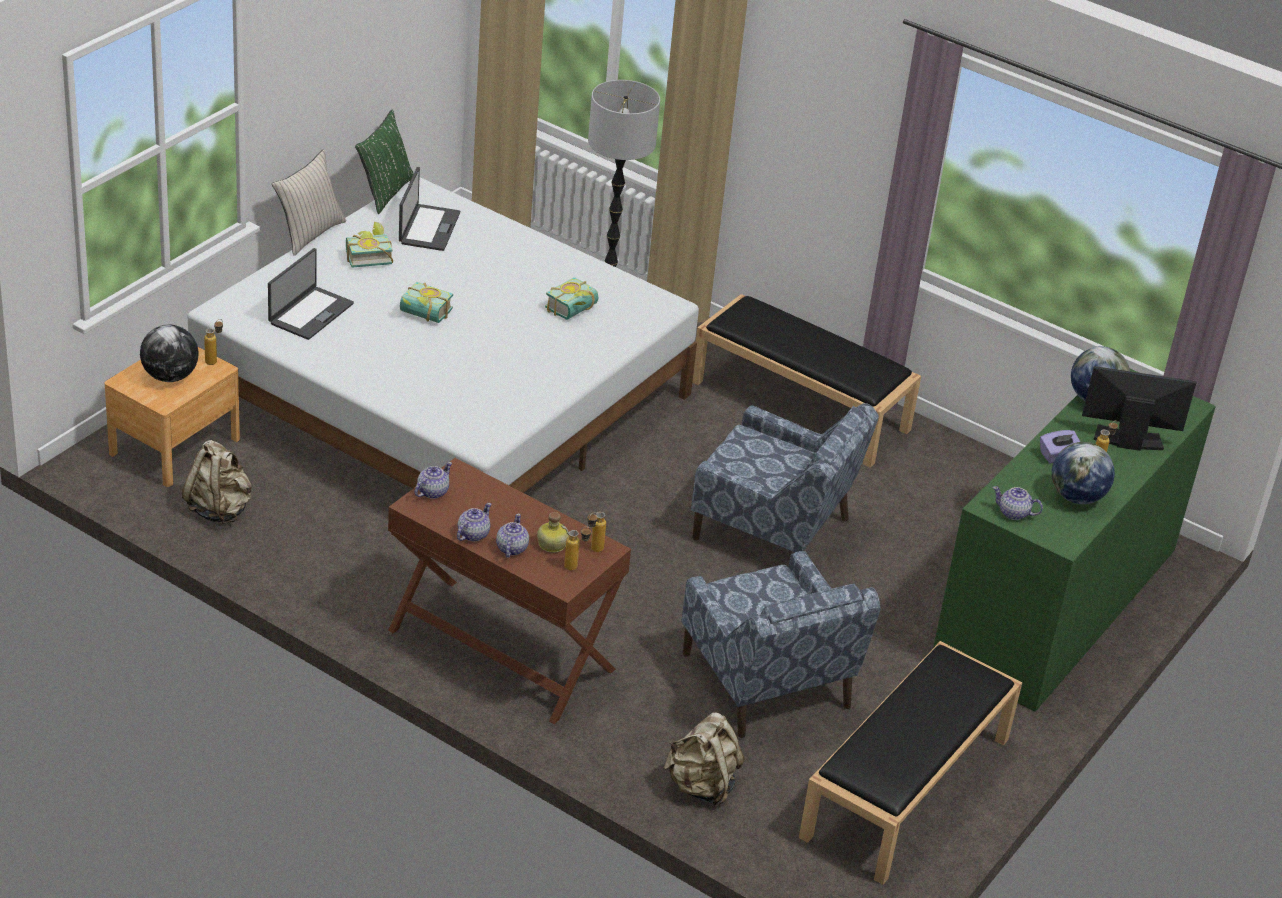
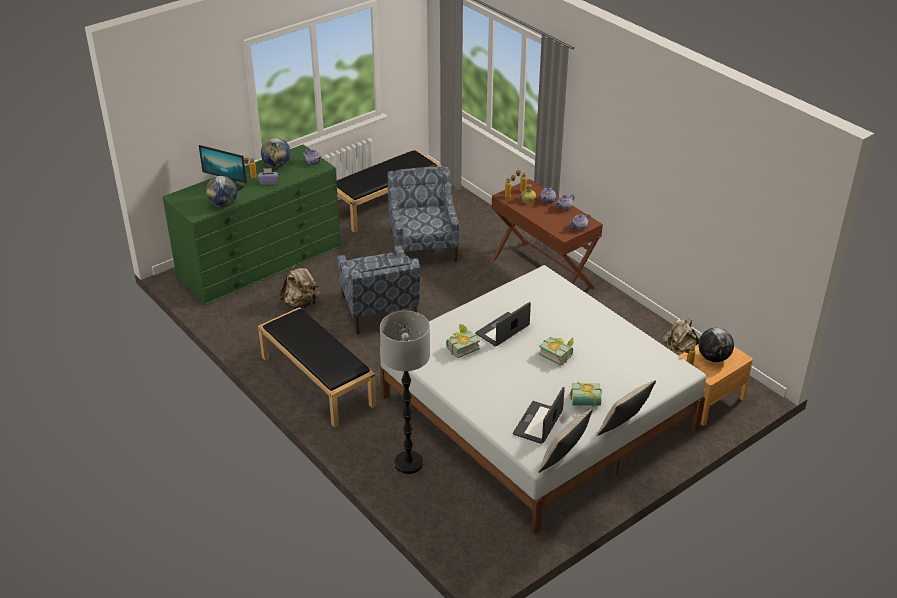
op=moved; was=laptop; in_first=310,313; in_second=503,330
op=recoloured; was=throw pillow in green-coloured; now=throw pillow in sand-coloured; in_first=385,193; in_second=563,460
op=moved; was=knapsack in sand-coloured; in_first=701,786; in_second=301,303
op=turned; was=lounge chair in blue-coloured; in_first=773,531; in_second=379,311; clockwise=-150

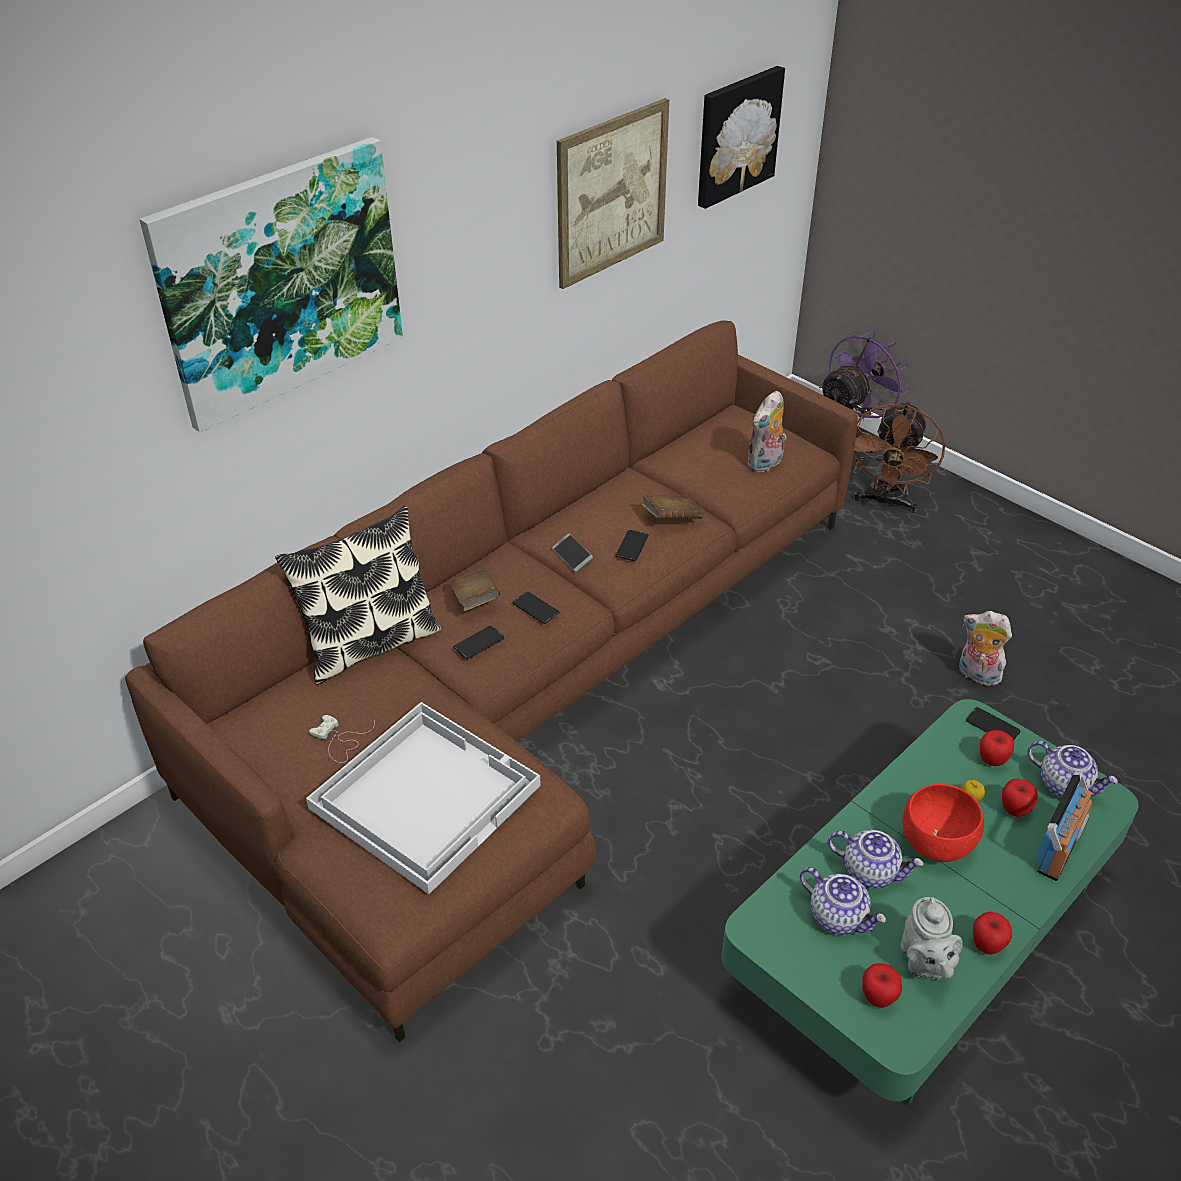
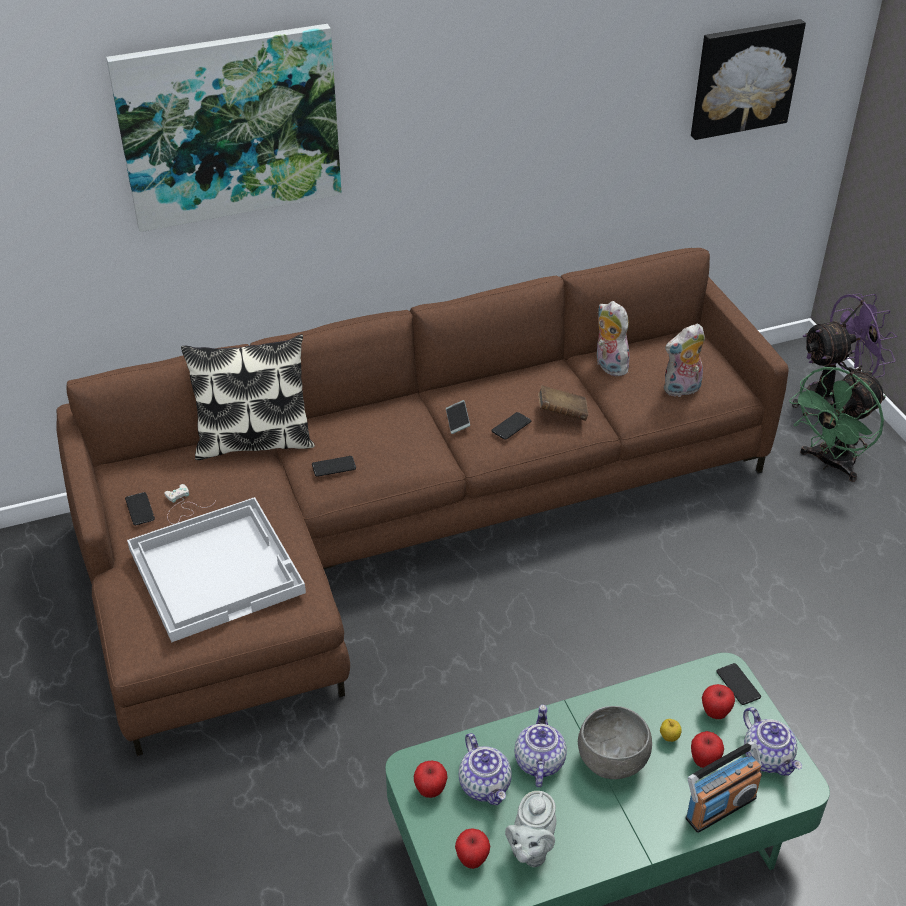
op=removed; was=volume in brown-coloured; in_first=475,601
op=moved; was=telephone; in_first=535,608; in_second=140,509
op=removed; was=wall picture; in_first=611,193
op=turned; was=teapot; in_first=870,871; in_second=538,761; clockwise=-135
op=recoloured; was=electric fan in brown-coloured; now=electric fan in green-coloured; in_first=886,502; in_second=830,463
op=recoloured; was=bowl in reddish; now=bowl in grey; in_first=935,842; in_second=612,760
op=moved; was=cuddly toy; in_first=976,675; in_second=608,366
op=moved; was=whole apple; in_first=986,945; in_second=430,790

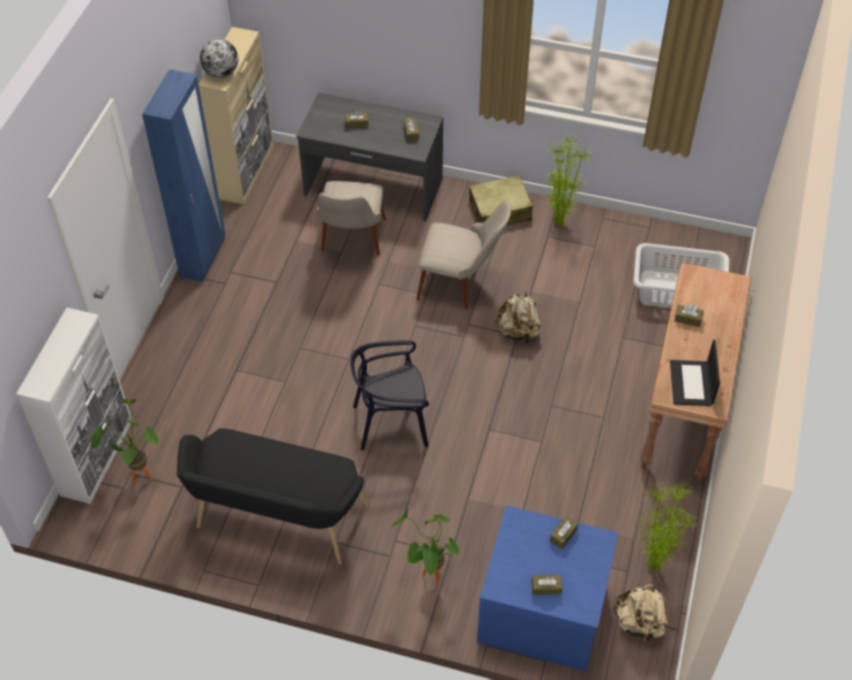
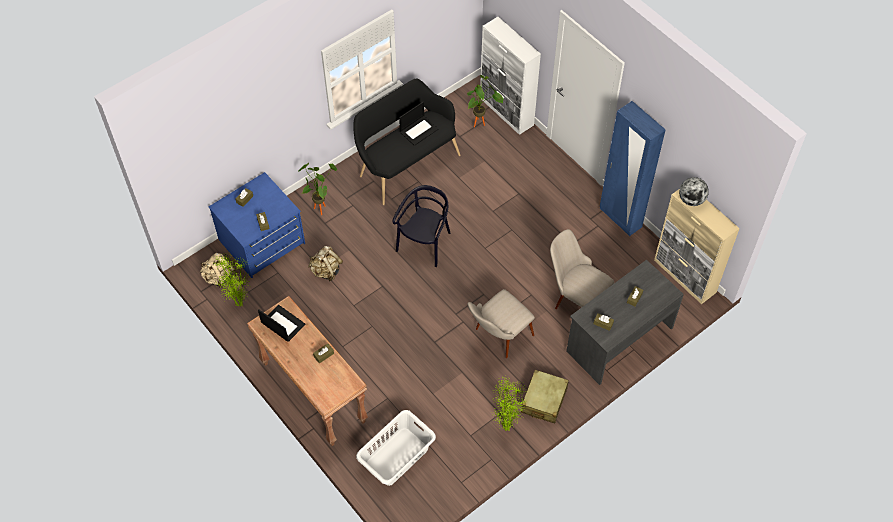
op=moved; was=knapsack in sand-coloured; in_first=518,332; in_second=326,271
op=added; now=laptop; in_second=419,130

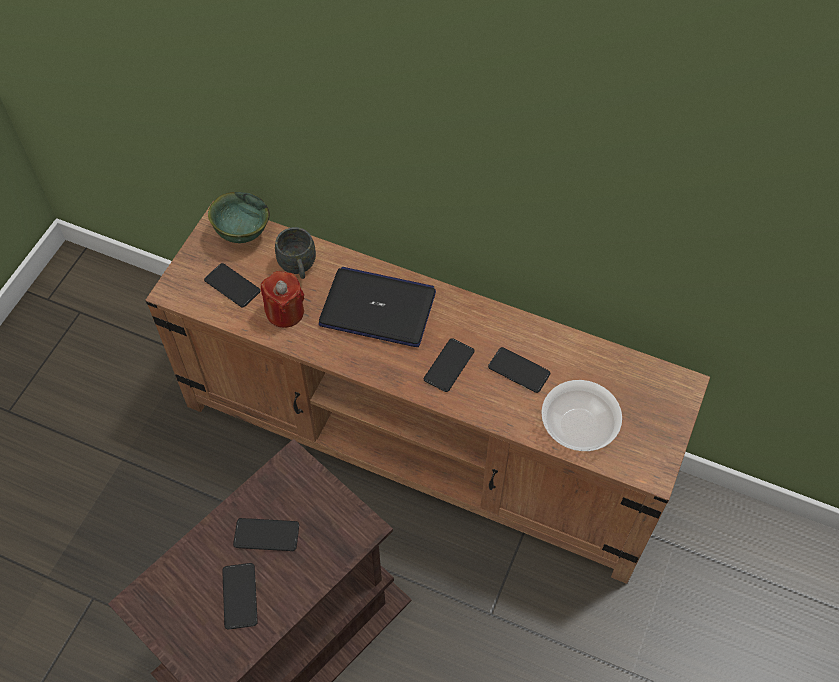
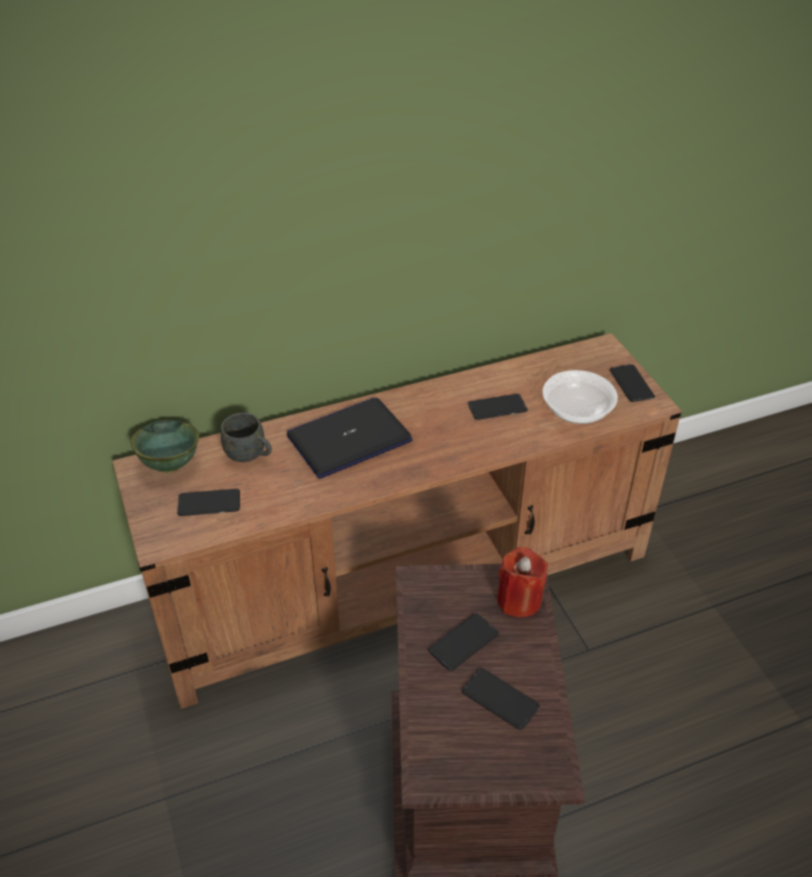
op=moved; was=wax candle in reddish; in_first=285,312; in_second=519,600
op=moved; was=telephone; in_first=449,365; in_second=631,384

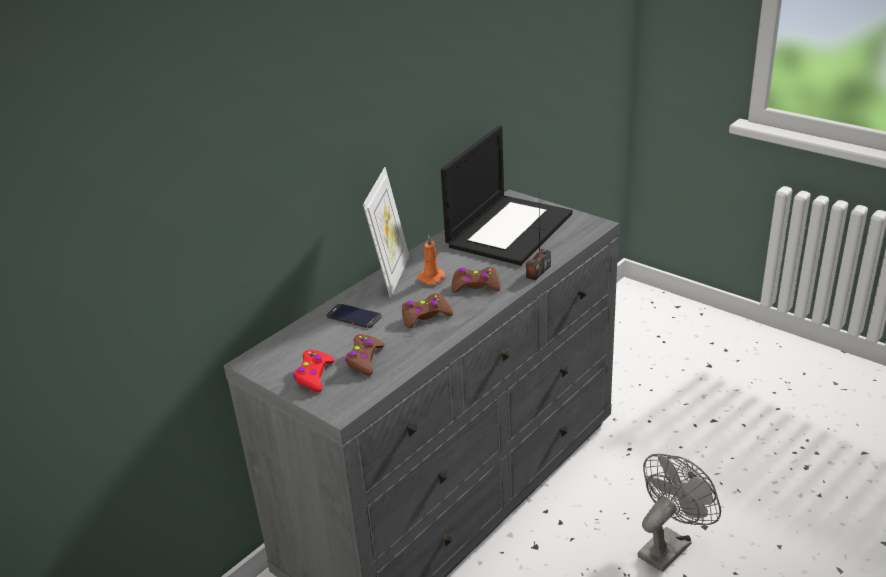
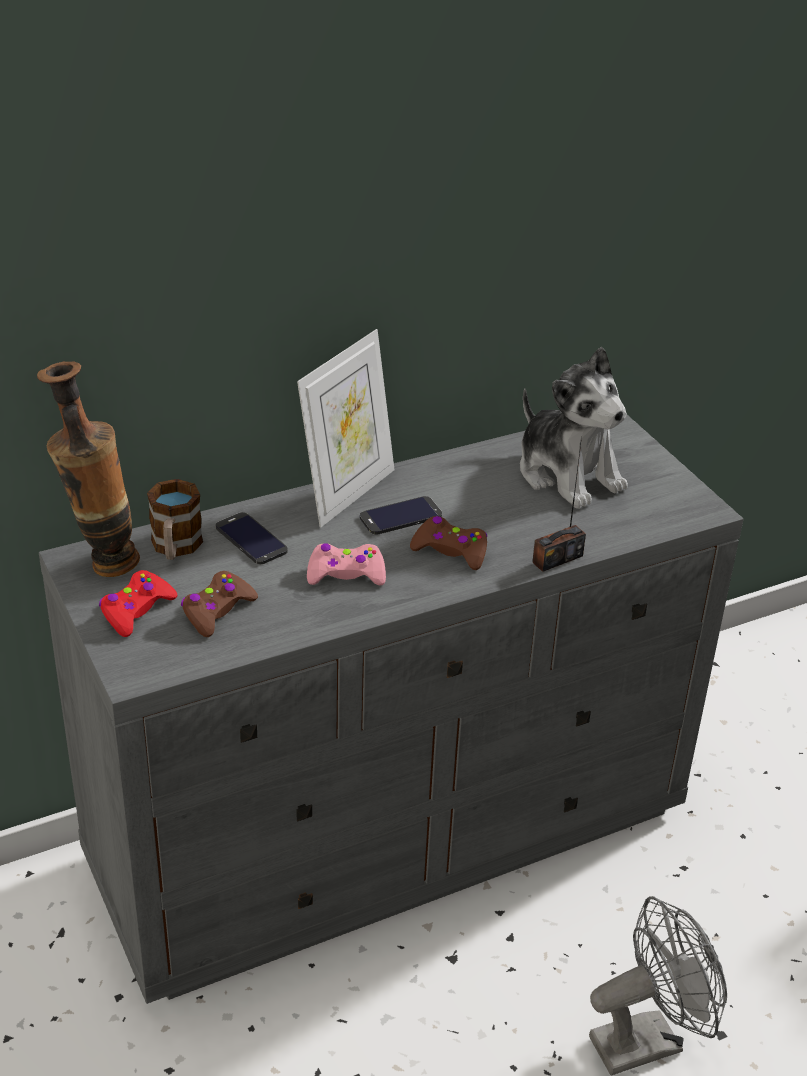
op=recoloured; was=joypad in brown-coloured; now=joypad in pink-coloured; in_first=425,316; in_second=346,573
op=replaced; was=wax candle in orange; now=telephone; in_first=432,278; in_second=400,516
op=replaced; was=laptop; now=cuddly toy; in_first=509,229; in_second=568,474
op=added; now=flower vase; in_second=101,562
op=added; now=tea mug; in_second=175,548

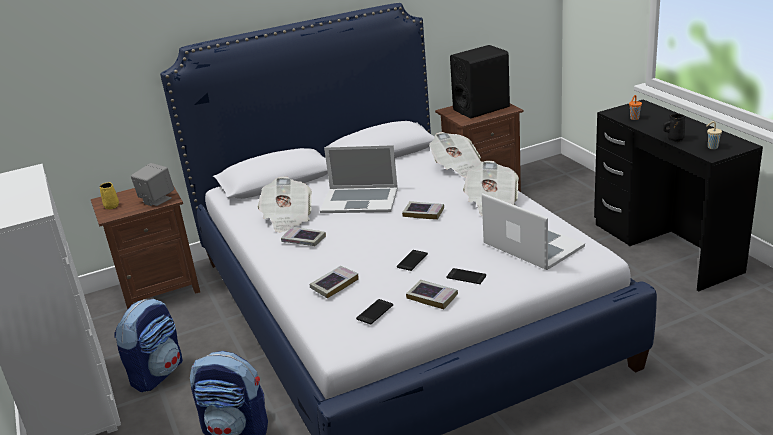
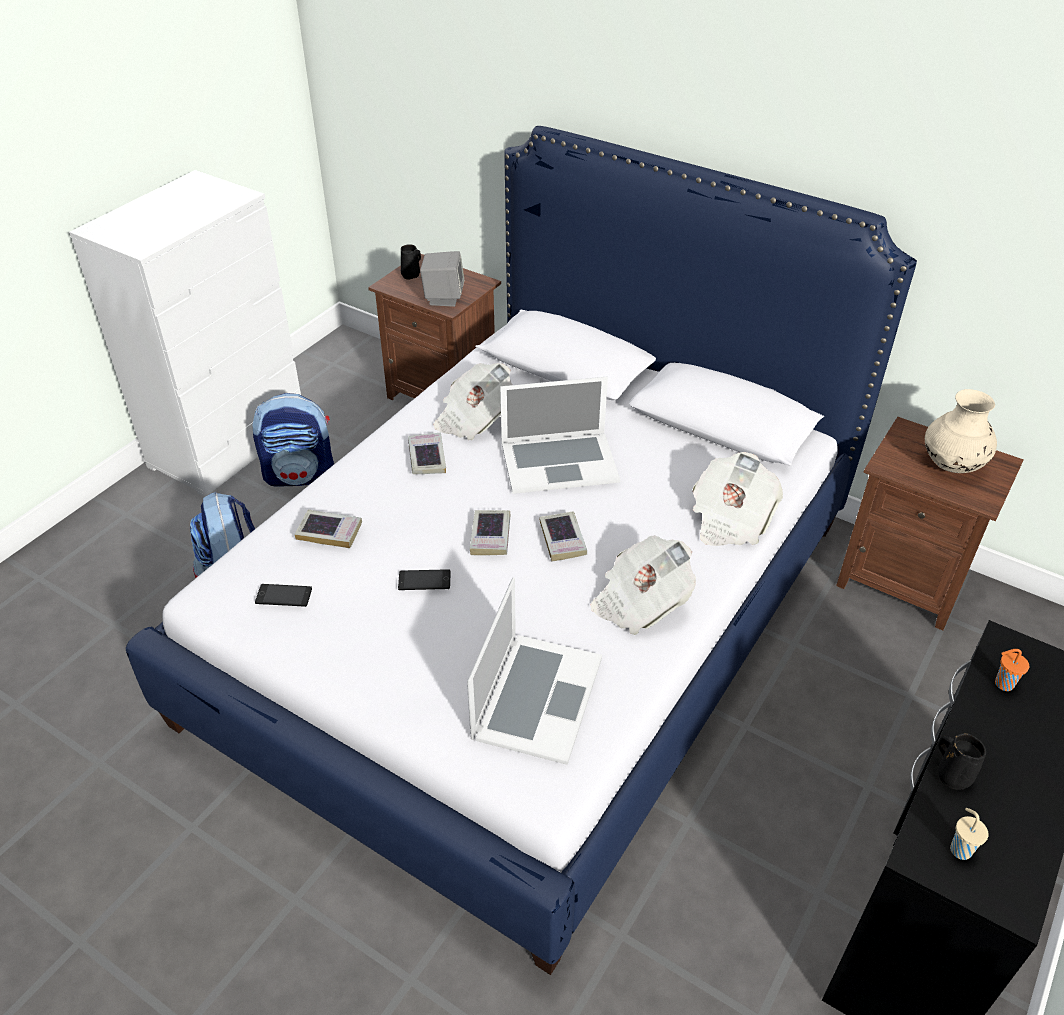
op=recoloured; was=tea mug in yellow-coloured; now=tea mug in black-coloured; in_first=112,206; in_second=411,275
op=turned; was=laptop; in_first=360,200; in_second=559,462; clockwise=-75
op=moved; was=volume; in_first=432,297; in_second=490,536
op=removed; was=telephone; in_first=466,276
op=replaced; was=loudspeaker in black-coloured; now=flower vase in sand-coloured; in_first=481,108; in_second=951,465

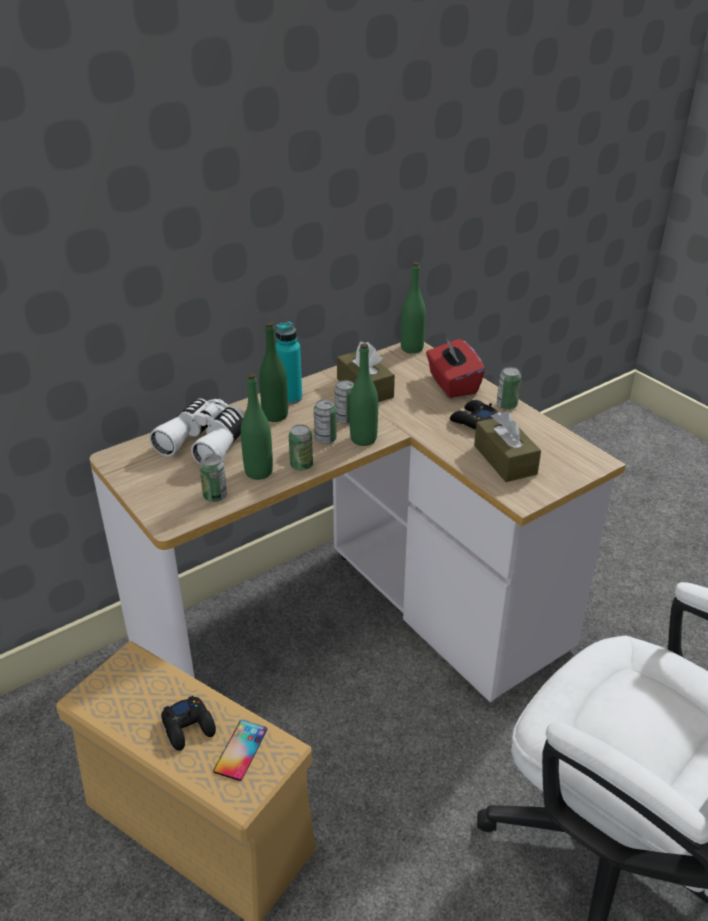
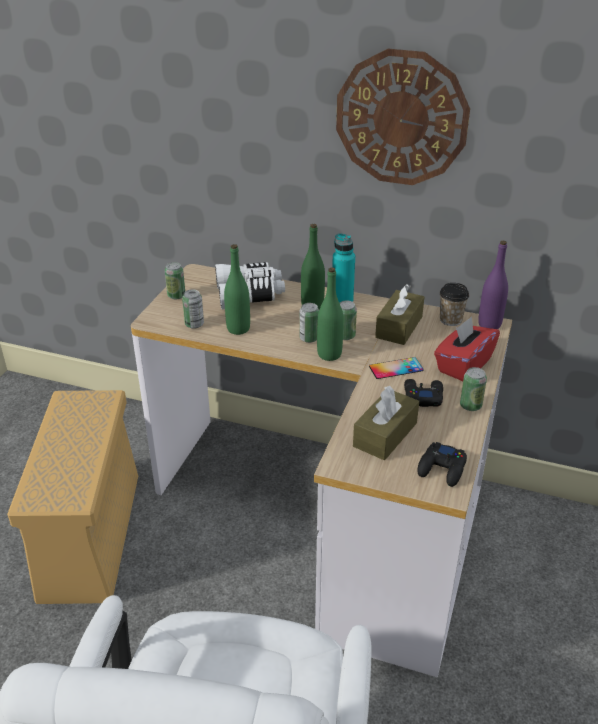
op=moved; was=joypad in black-coloured; in_first=189,727; in_second=442,469
op=moved; was=telephone; in_first=241,750; in_second=396,368
op=moved; was=metal can; in_first=301,465; in_second=176,296
op=recoloured; was=drink bottle in green-coloured; now=drink bottle in purple-coloured; in_first=412,348; in_second=489,325
op=added; now=hanging clock; in_second=401,118
op=added; now=small cup; in_second=450,320

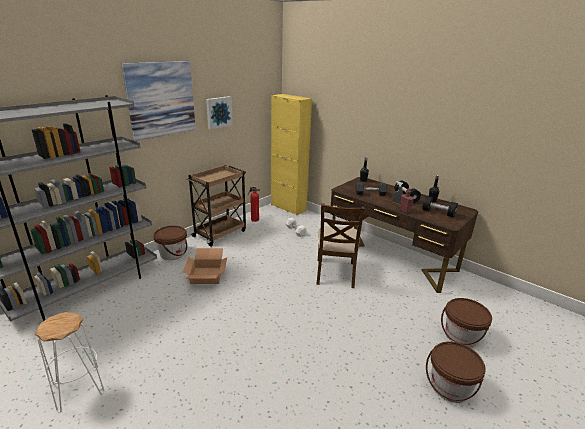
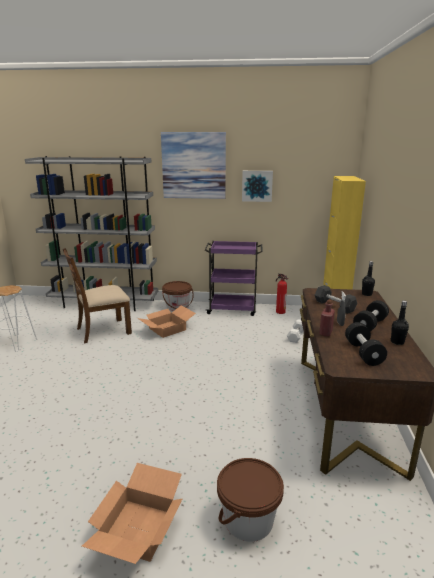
op=recoloured; was=wheeled cart in brown-coloured; now=wheeled cart in purple-coloured; in_first=220,233; in_second=233,309
op=moved; was=plain chair in brown-coloured; in_first=335,273; in_second=103,331
op=replaced; was=bucket in brown-coloured; now=packing box; in_first=450,387; in_second=138,530

